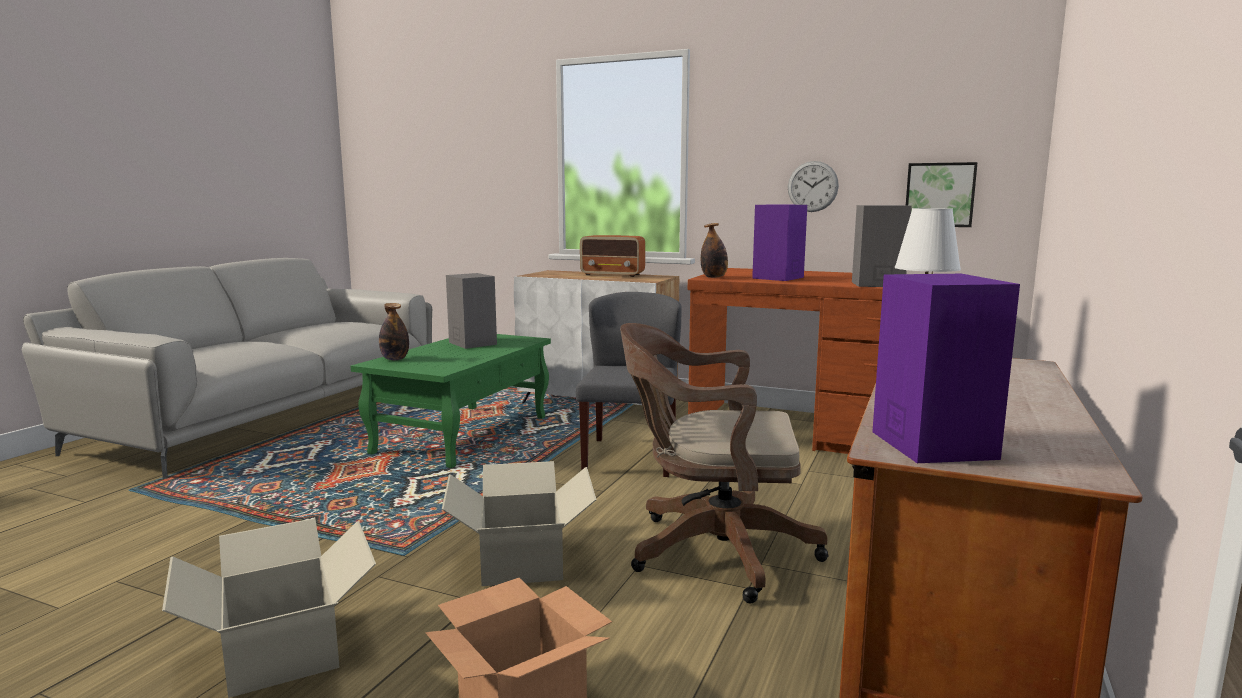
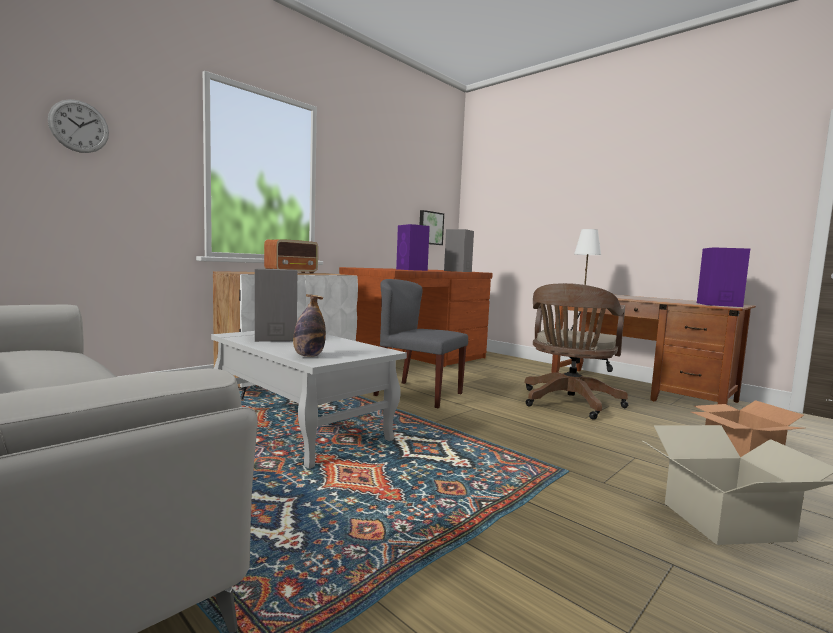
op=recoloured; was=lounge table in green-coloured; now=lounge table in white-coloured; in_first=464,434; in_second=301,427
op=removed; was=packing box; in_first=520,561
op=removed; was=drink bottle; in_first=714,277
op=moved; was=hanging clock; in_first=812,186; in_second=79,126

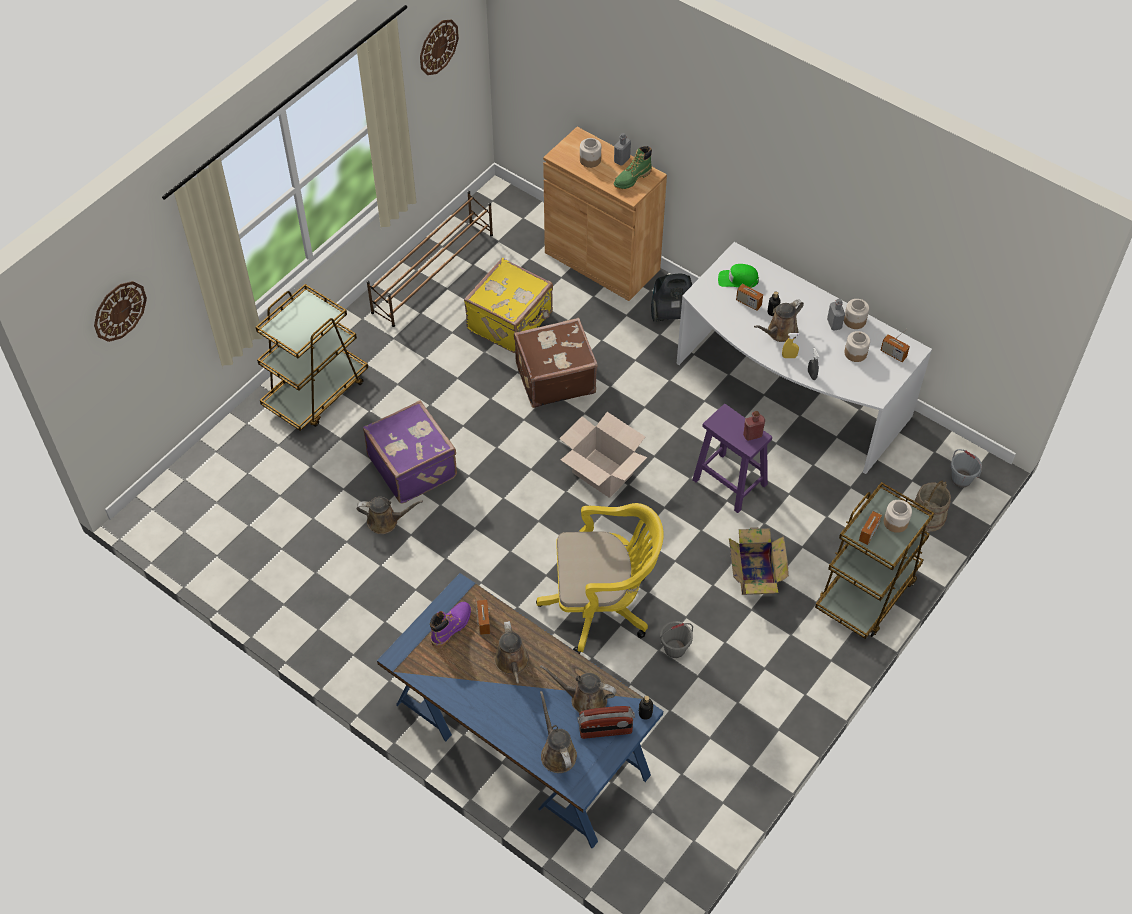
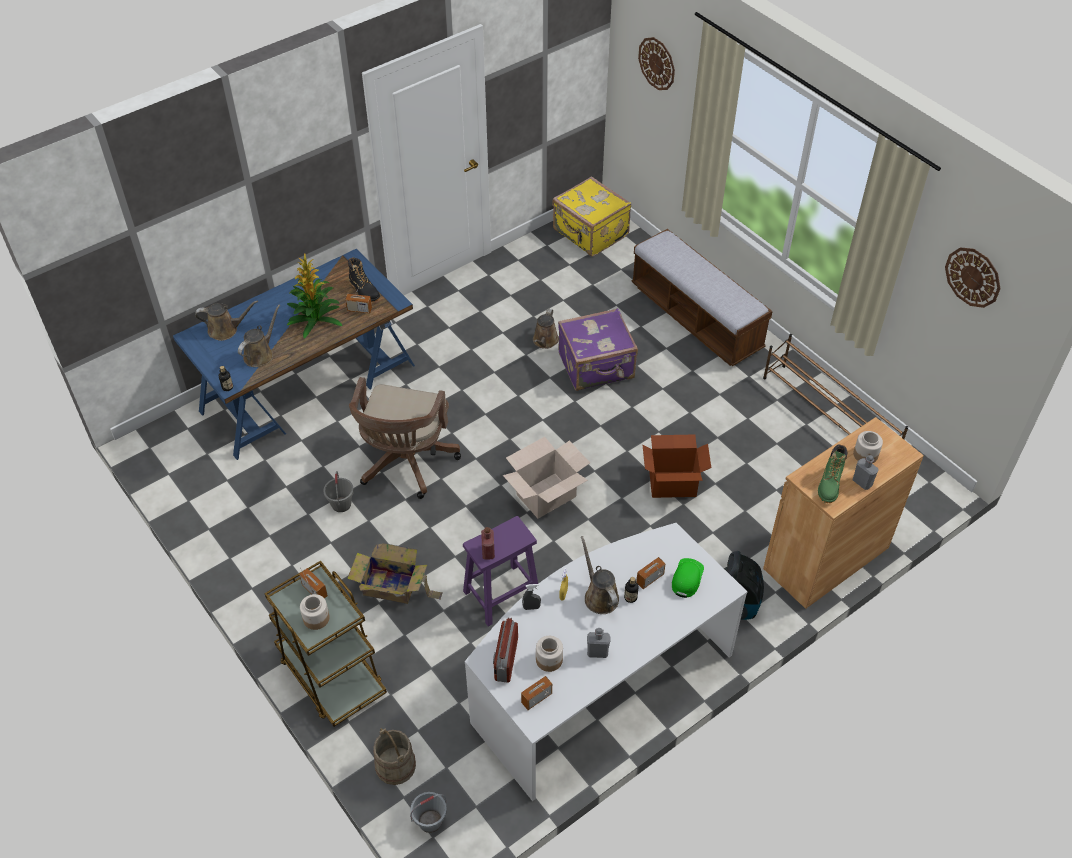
op=replaced; was=wheeled cart in brown-coloured; now=bench; in_first=316,392; in_second=696,318
op=recoloured; was=tall boot in purple-coloured; now=tall boot in black-coloured; in_first=451,626; in_second=364,291
op=moved; was=piece of luggage in yellow-coloured; in_first=511,322; in_second=590,233
op=replaced; was=watering pot in brown-coloured; now=potted plant; in_first=512,663; in_second=315,319
op=replaced; was=piece of luggage in brown-coloured; now=packing box; in_first=554,377; in_second=672,484
op=recoloured; was=computer chair in yellow-coloured; now=computer chair in brown-coloured; in_first=602,605; in_second=405,464
op=moved; was=radio set; in_first=605,730; in_second=505,659
op=turned; was=tall boot in green-coloured; in_first=632,179; in_second=830,485; clockwise=-135
op=removed; was=preserve jar; in_first=854,321

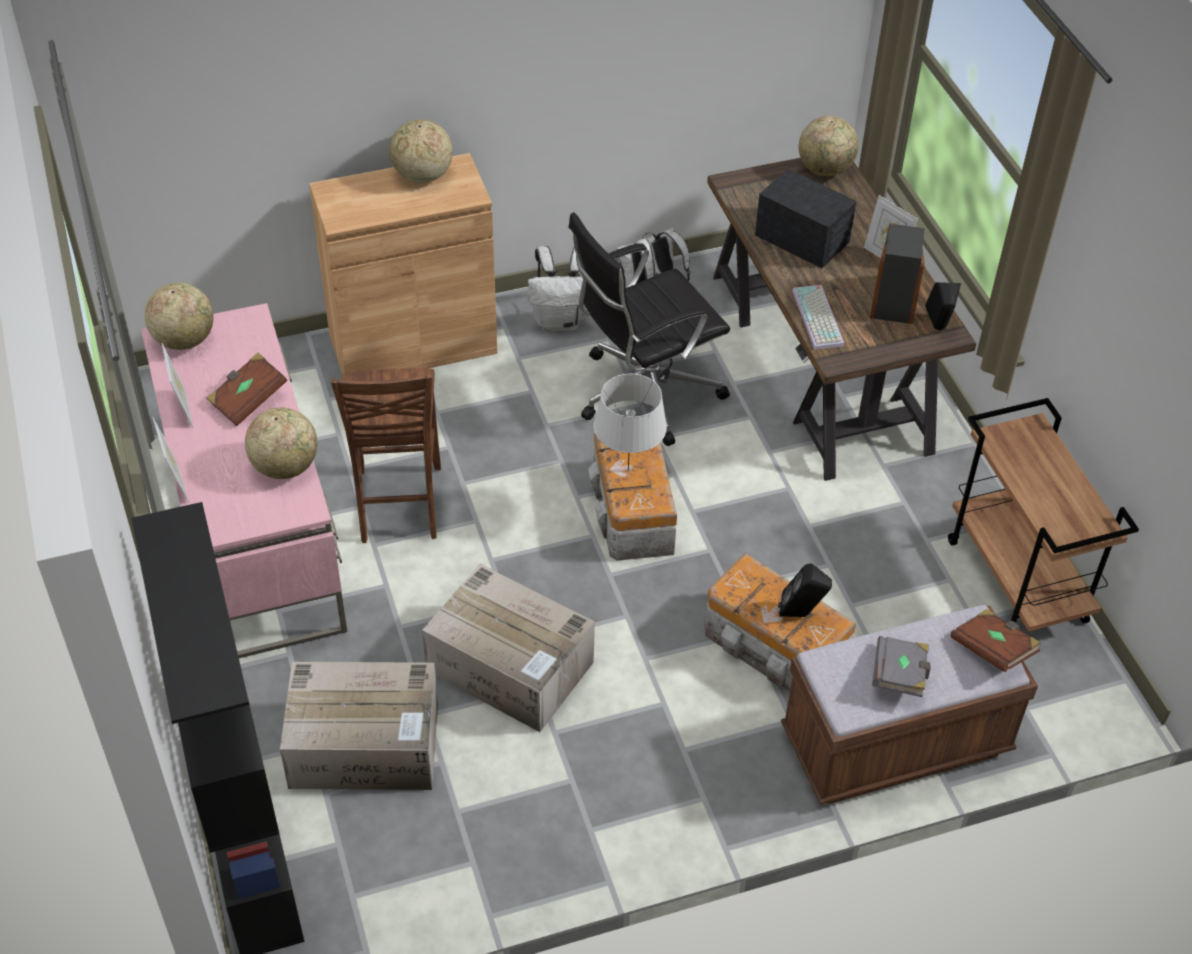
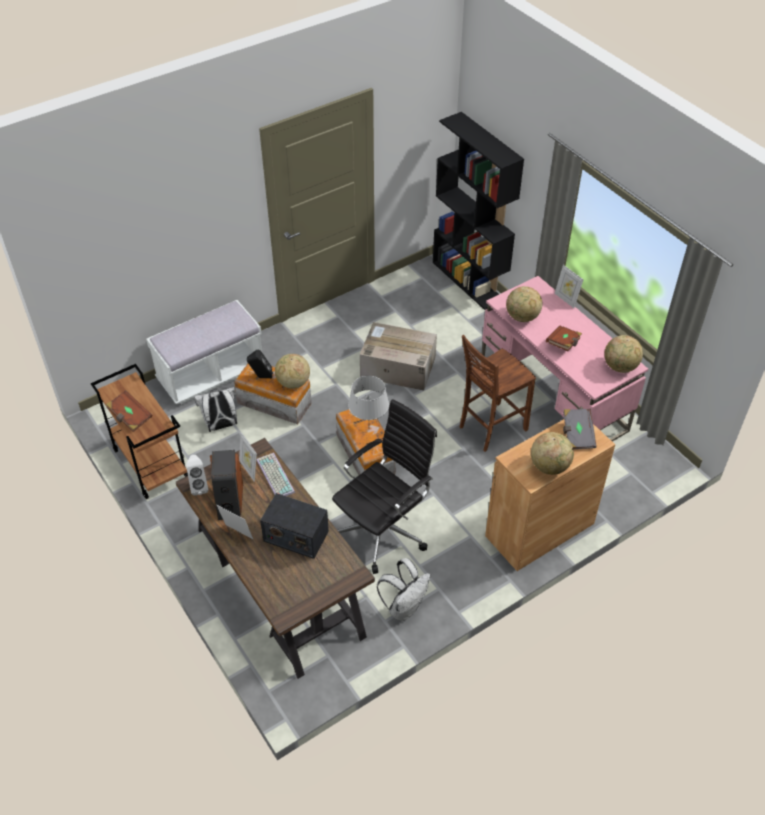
op=moved; was=photo frame; in_first=183,409; in_second=249,469
op=removed; was=packing box; in_first=367,744
op=turned; was=plain chair in brown-coloured; in_first=398,506; in_second=490,428; clockwise=-105
op=moved; was=knapsack in white-coloured; in_first=561,321; in_second=221,426
op=recoloured; was=bench in brown-coloured; now=bench in white-coloured; in_first=895,744; in_second=211,374
op=moved; was=globe; in_first=825,169; in_second=293,383
op=moved; was=volume in grey; in_first=899,675; in_second=577,435
op=recoloured; was=loudspeaker in black-coloured; now=loudspeaker in white-coloured; in_first=938,328; in_second=199,486
op=moved; was=volume in brown-coloured; in_first=993,649; in_second=130,417

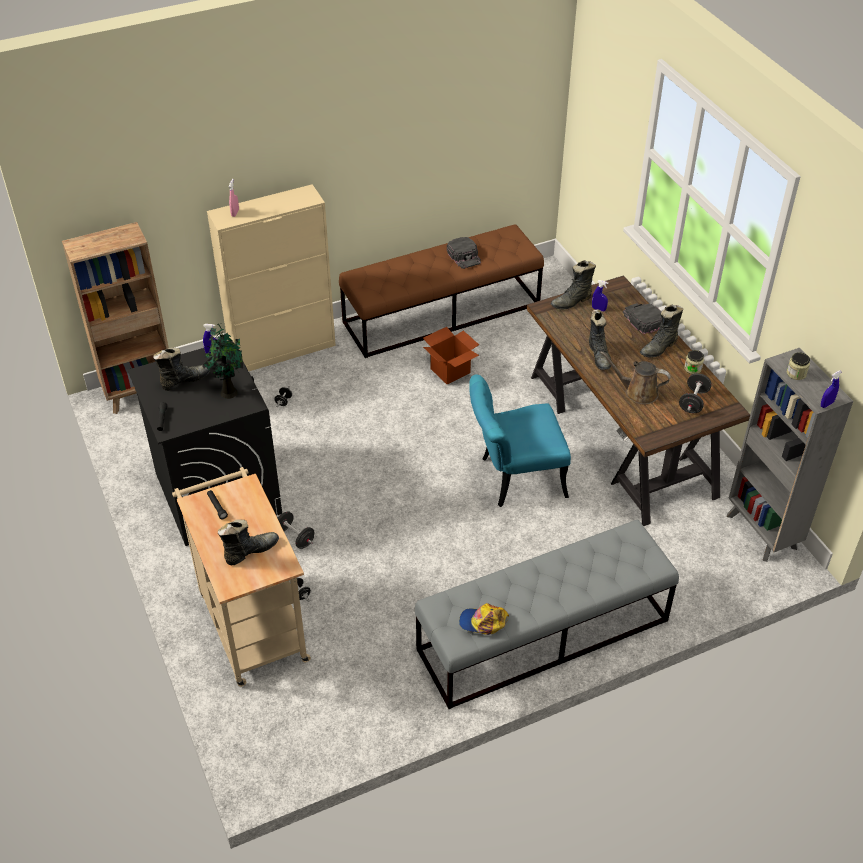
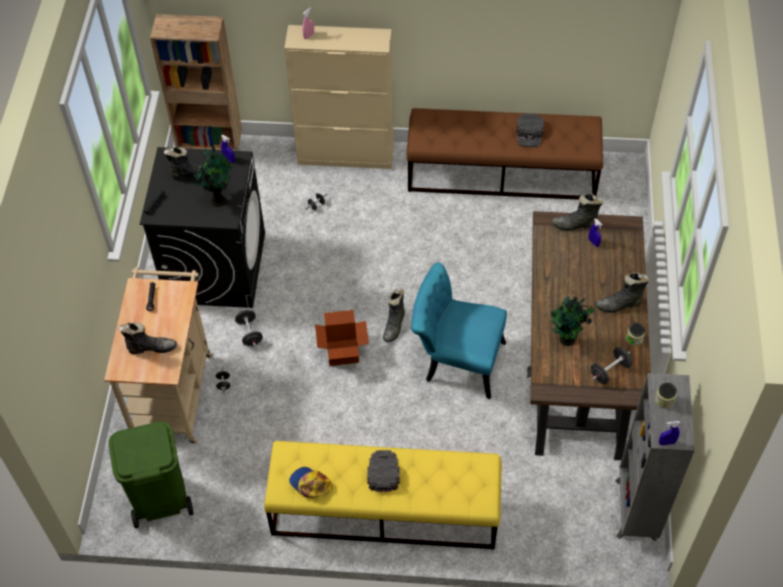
op=recoloured; was=bench in grey; now=bench in yellow-coloured; in_first=542,635; in_second=384,510
op=moved; was=packing box; in_first=450,371; in_second=342,352
op=moved; was=tall boot in black-coloured; in_first=599,356; in_second=394,326
op=replaced; was=watering pot in brown-coloured; now=potted plant; in_first=637,392; in_second=567,340
op=moved; was=peaked cap in black-coloured; in_first=642,319; in_second=383,472
op=added; now=trash can in green-coloured; in_second=160,499

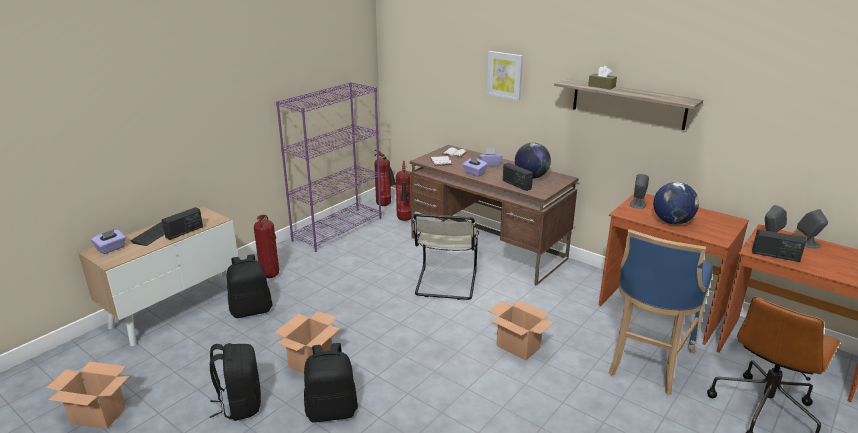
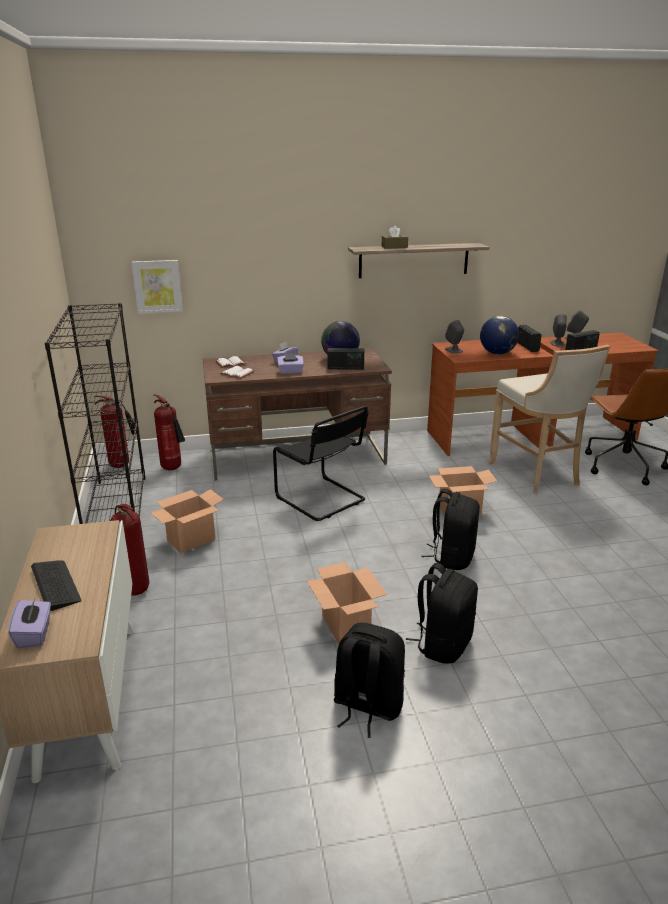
op=moved; was=packing box; in_first=97,415; in_second=191,540
op=moved; was=radio set; in_first=184,232; in_second=528,347
op=moved; was=knapsack in black-coloured; in_first=251,310; in_second=452,557
op=recoloured; was=shelving unit in purple-coloured; now=shelving unit in black-coloured; in_first=338,229; in_second=116,509
op=recoloured; was=plain chair in sand-coloured; now=plain chair in black-coloured; in_first=445,284; in_second=323,500
op=moved; was=wall picture; in_first=505,75; in_second=157,286
op=recoloured; was=stool seat in blue-coloured; now=stool seat in sand-coloured; in_first=647,363; in_second=537,474

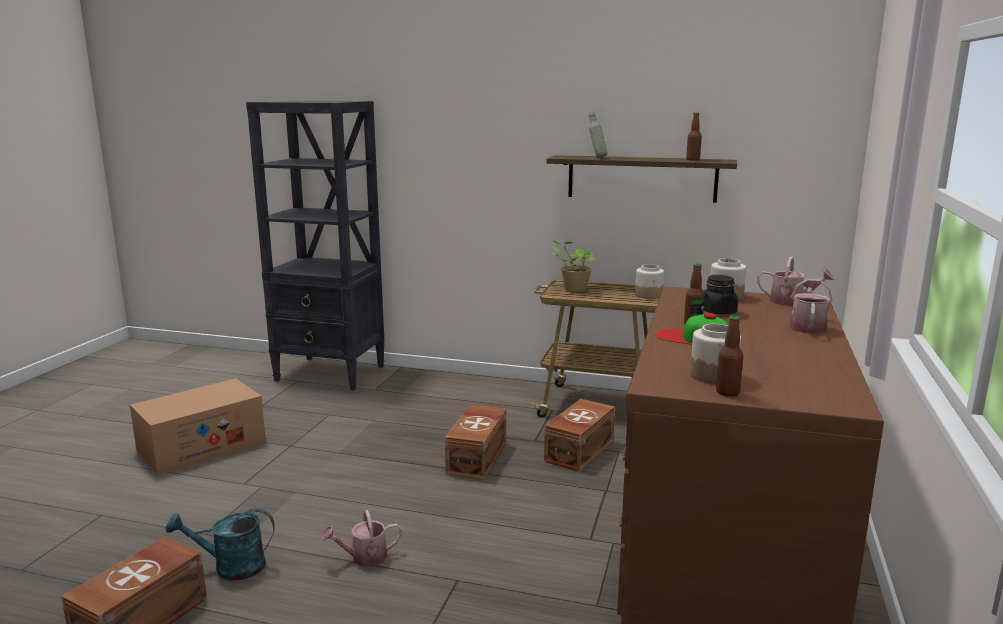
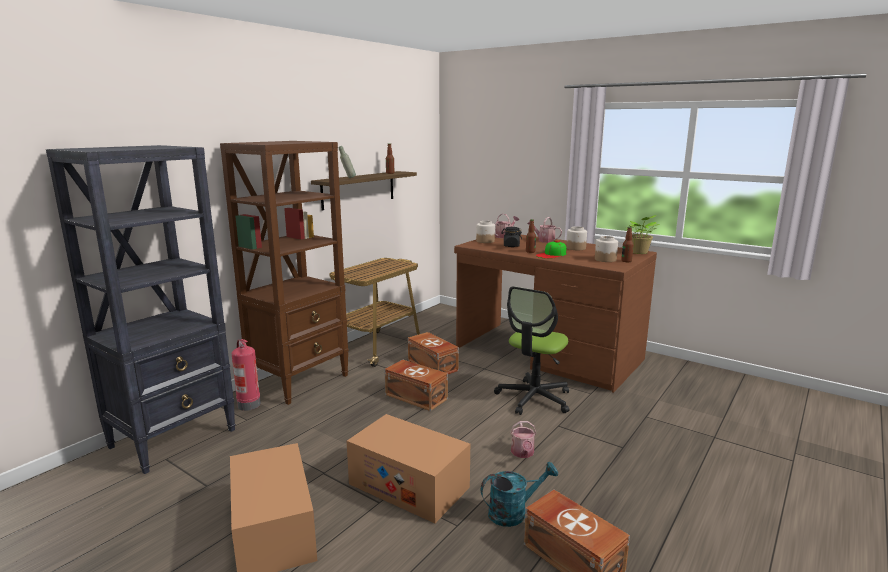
op=turned; was=watering pot in blue-green; in_first=230,567; in_second=514,512; clockwise=-120
op=moved; was=potted plant; in_first=573,289; in_second=639,252
op=moved; was=preserve jar; in_first=649,295; in_second=576,248
op=added; now=shelving unit in brown-coloured; in_second=300,381
op=added; now=extinguisher; in_second=248,404
op=added; now=packing box; in_second=409,485
op=added; now=computer chair; in_second=534,398

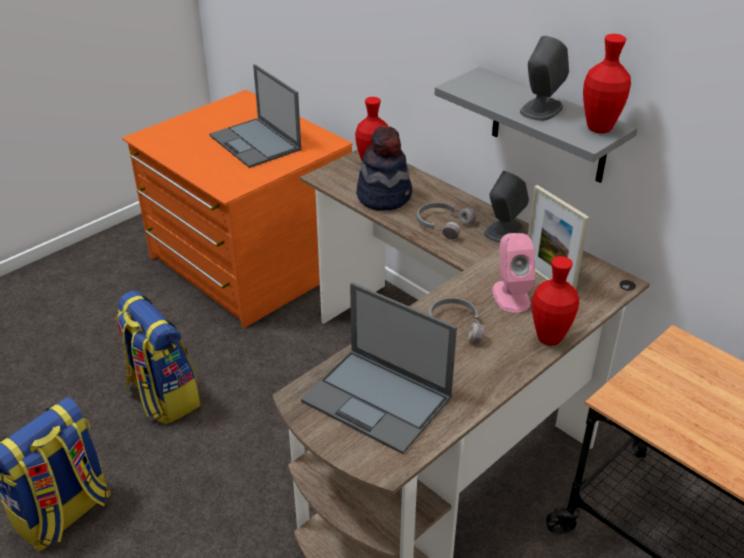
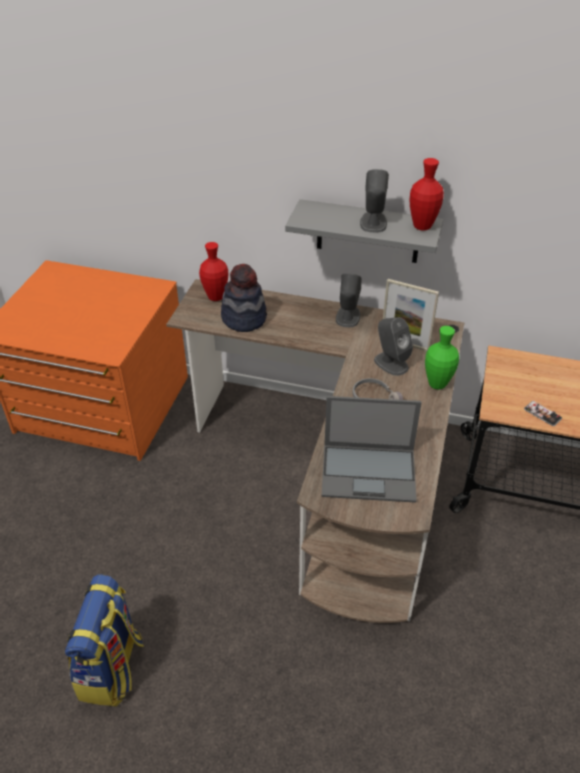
op=removed; was=knapsack; in_first=162,396
op=removed; was=laptop; in_first=256,143
op=removed; was=headphones in grey; in_first=443,224
op=recoloured; was=loudspeaker in pink-coloured; now=loudspeaker in grey; in_first=511,296; in_second=390,363
op=recoloured; was=flower vase in reddish; now=flower vase in green-coloured; in_first=549,338; in_second=437,384
op=added; now=telephone; in_second=542,414

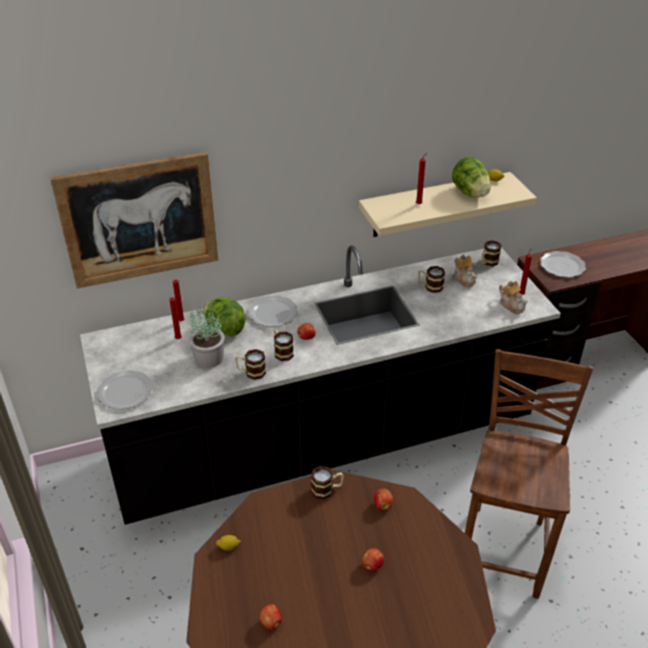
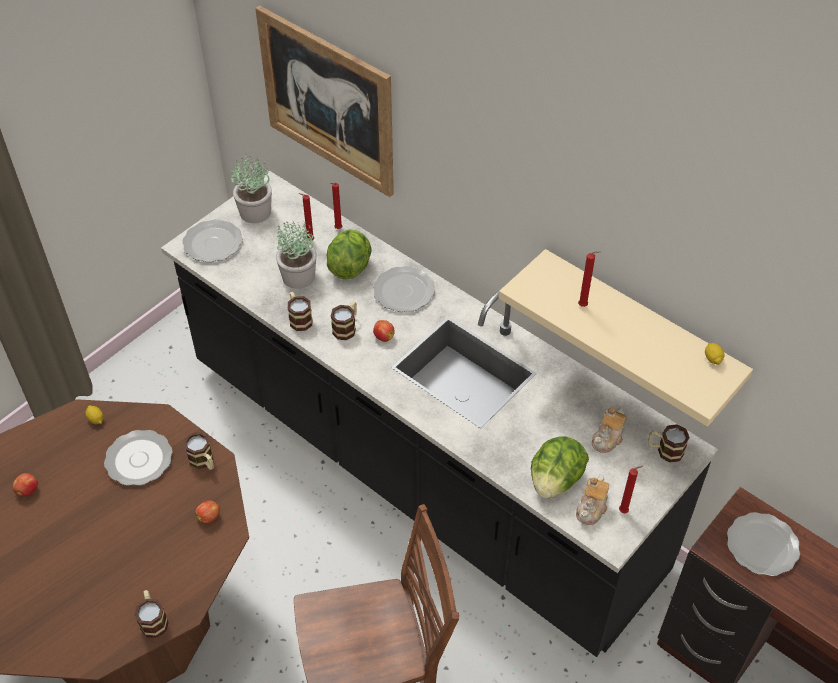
op=removed; was=whole apple; in_first=372,565
op=moved; was=tea mug; in_first=430,287; in_second=153,619
op=moved; was=lettuce head; in_first=470,193; in_second=555,480
op=added; now=dinner plate; in_second=138,460
op=added; now=potted plant; in_second=256,212

